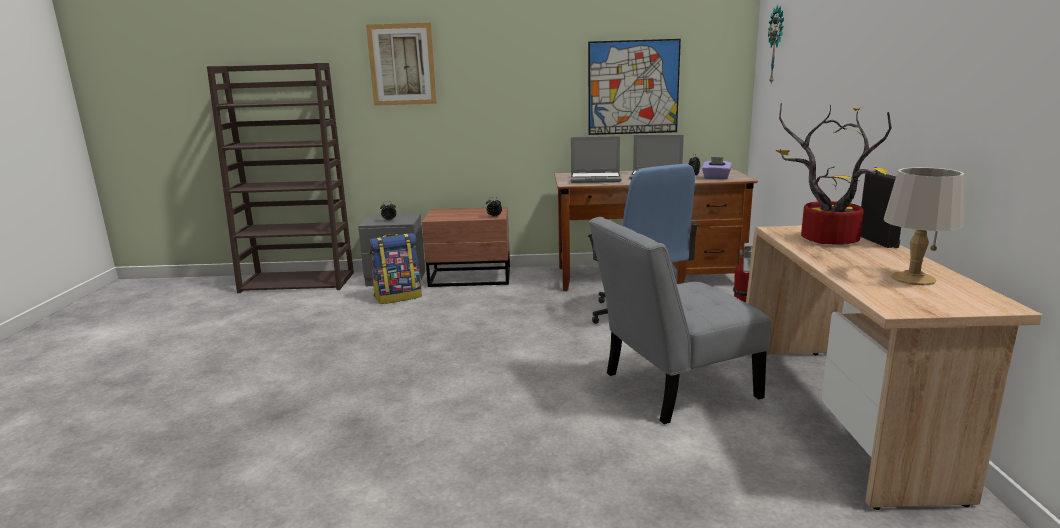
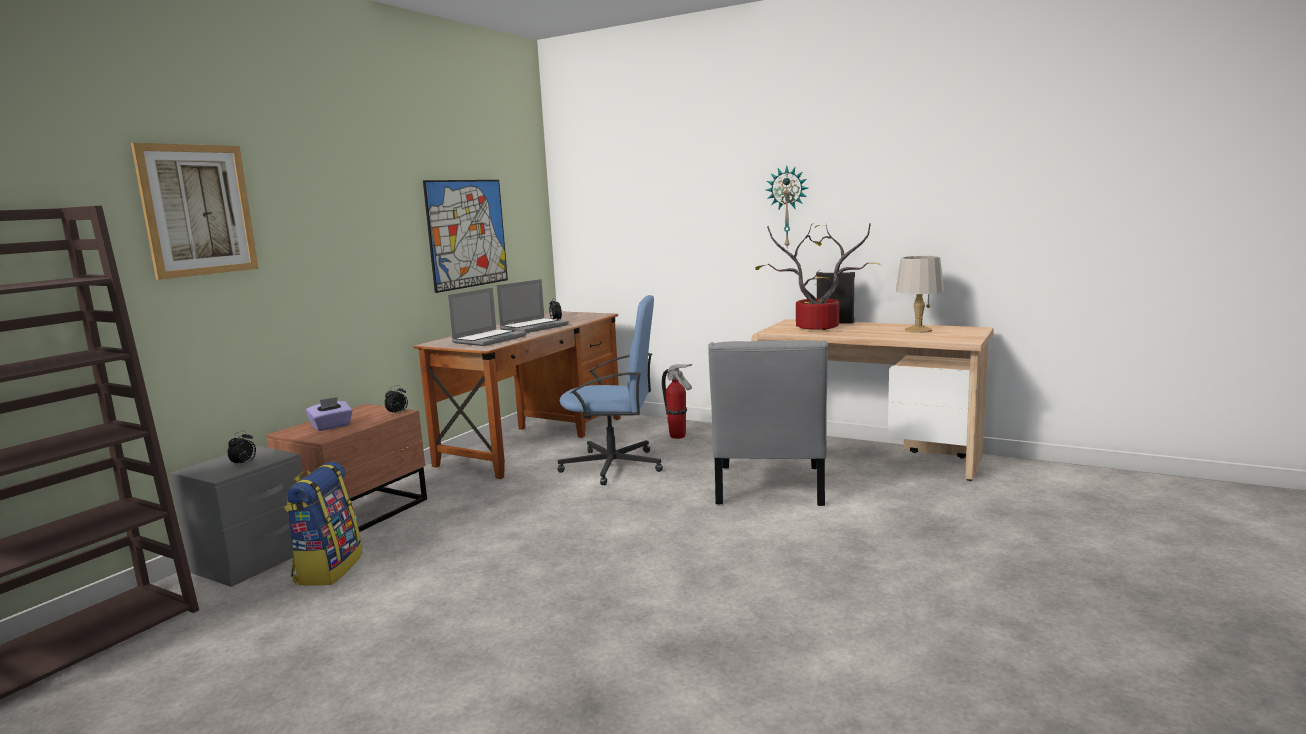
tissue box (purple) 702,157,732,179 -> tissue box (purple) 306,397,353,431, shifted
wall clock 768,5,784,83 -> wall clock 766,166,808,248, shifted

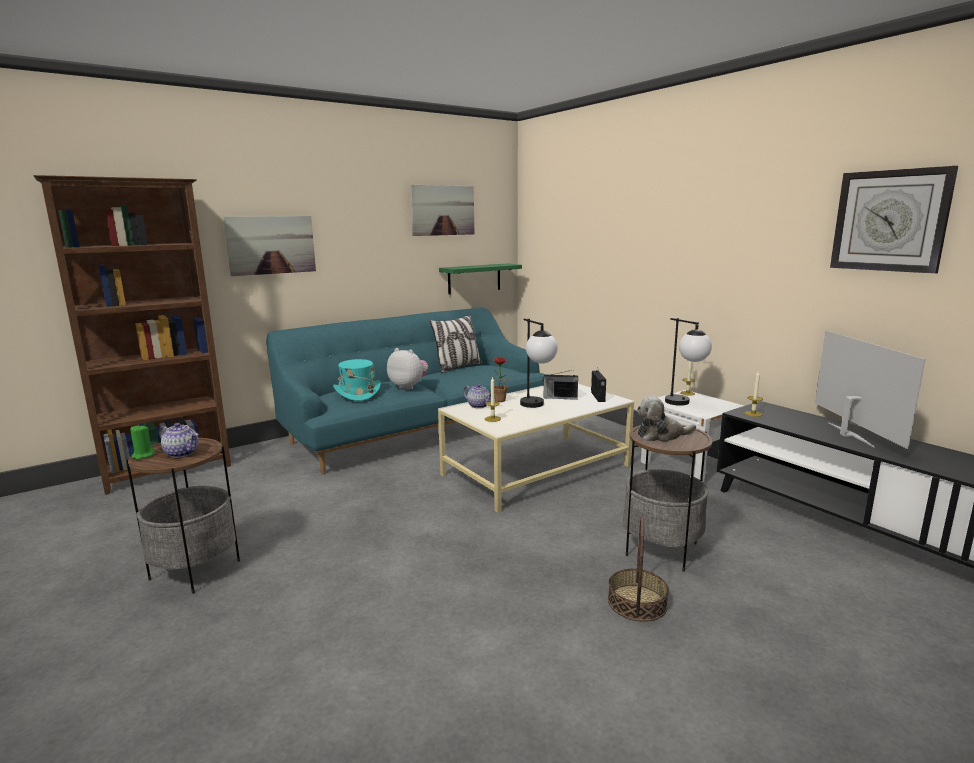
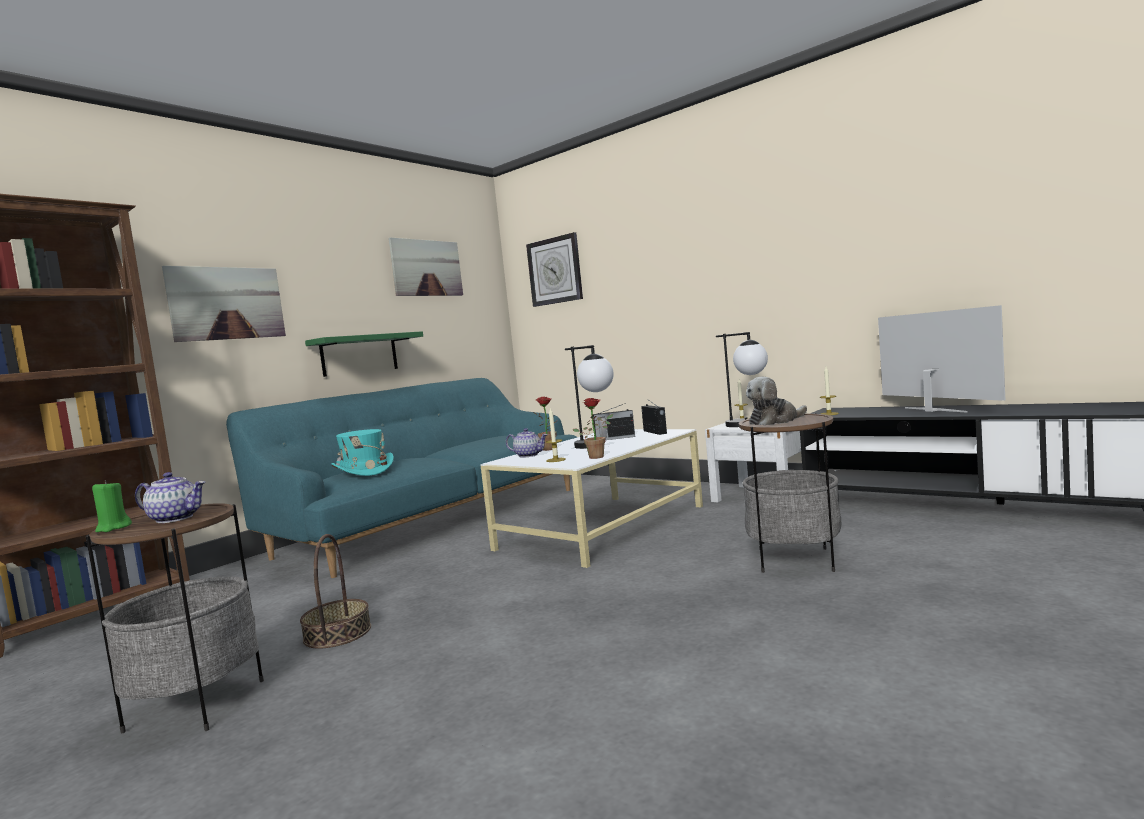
plush toy 387,348,428,390 -> none
pillow 430,315,482,373 -> none
none -> potted plant 572,398,613,459
shelf (green) 439,263,522,294 -> shelf (green) 305,331,423,377, shifted
basket 608,518,669,622 -> basket 300,534,371,649, shifted
wall clock 830,166,958,274 -> wall clock 526,232,583,307, shifted

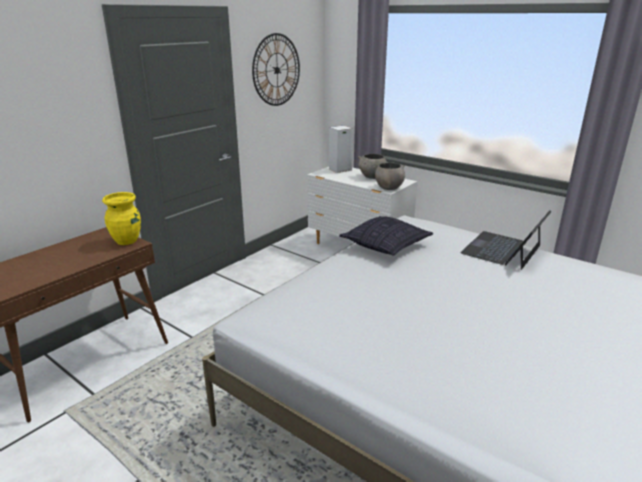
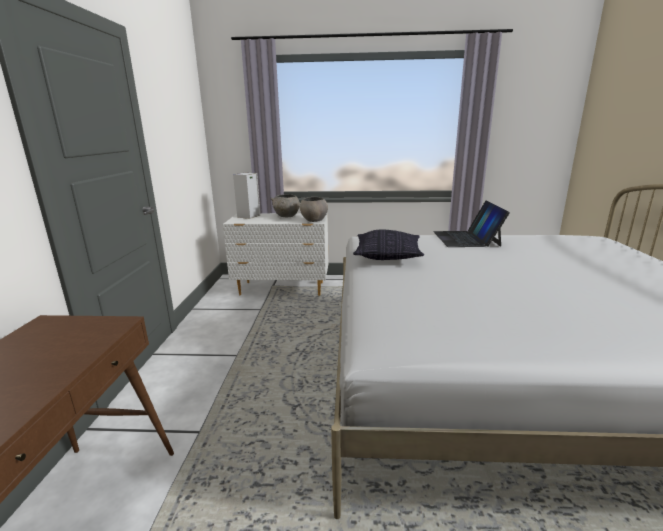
vase (yellow) 102,192,141,245 -> none
wall clock 252,33,300,106 -> none

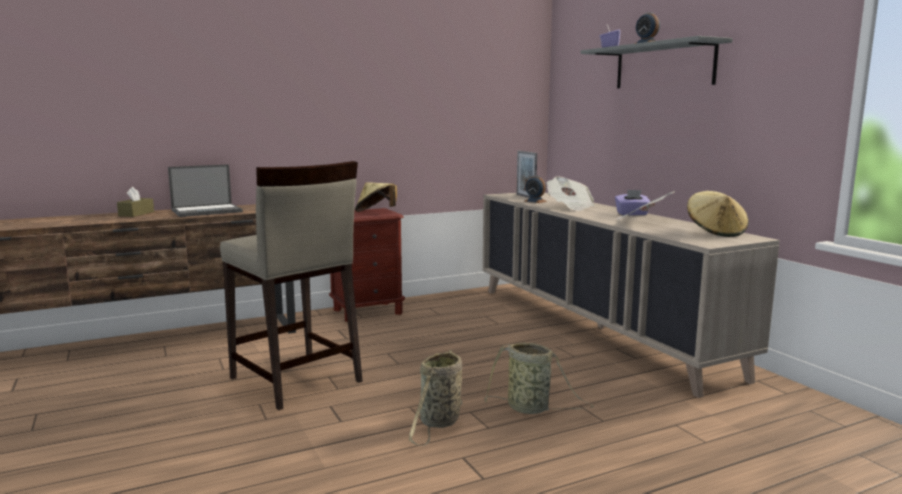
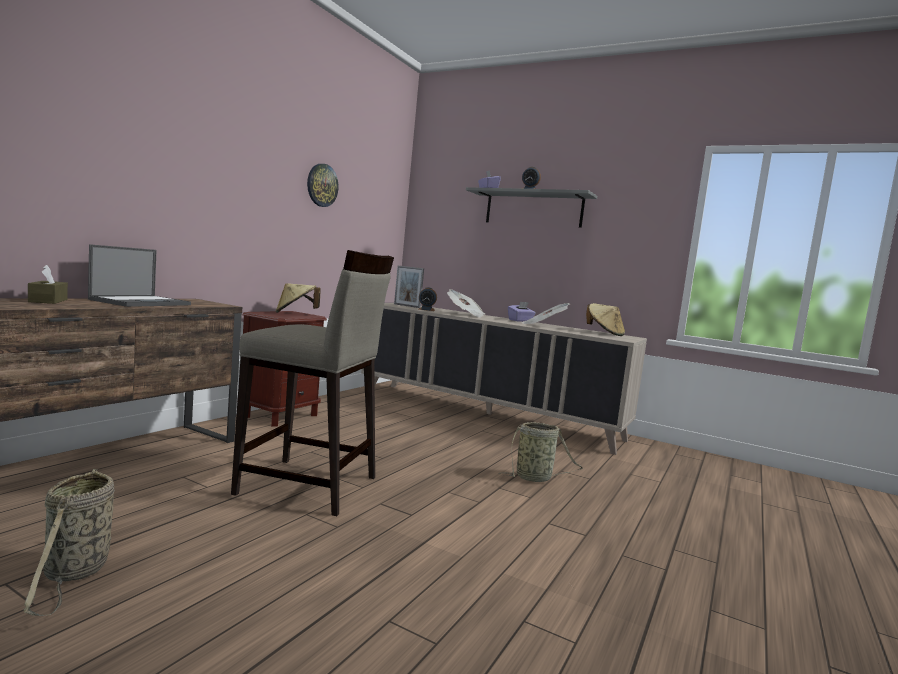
none -> wall clock 307,164,339,207
basket 409,350,462,446 -> basket 24,469,115,616, shifted

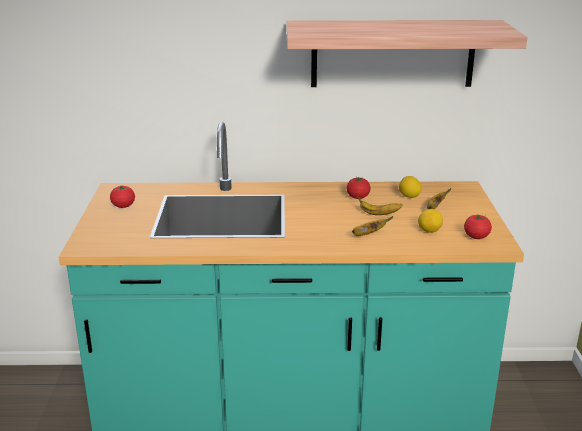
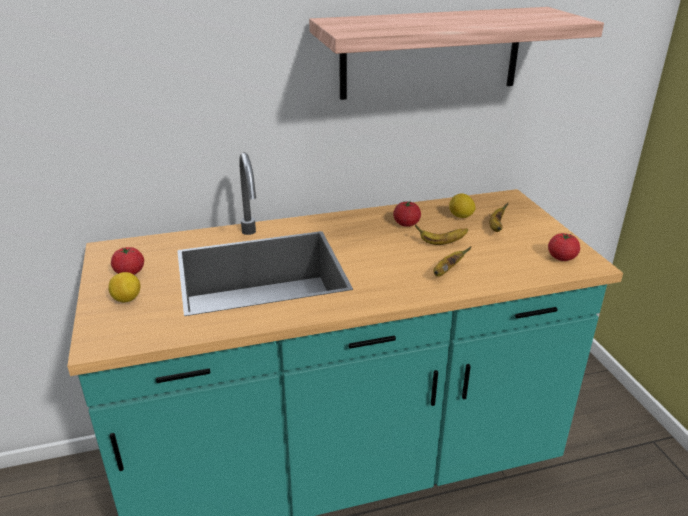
lemon 418,209,443,233 -> lemon 108,272,140,302, shifted

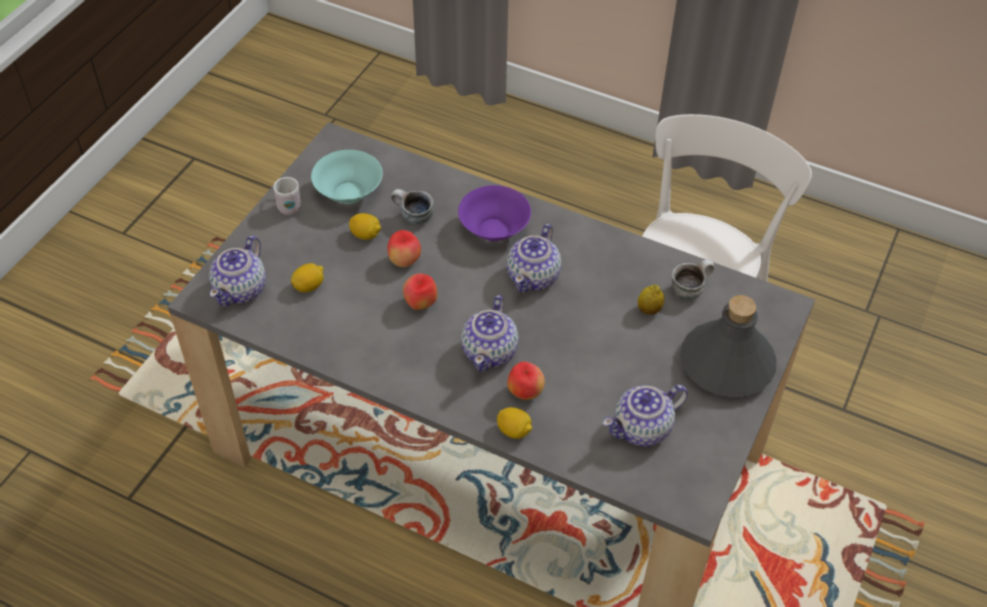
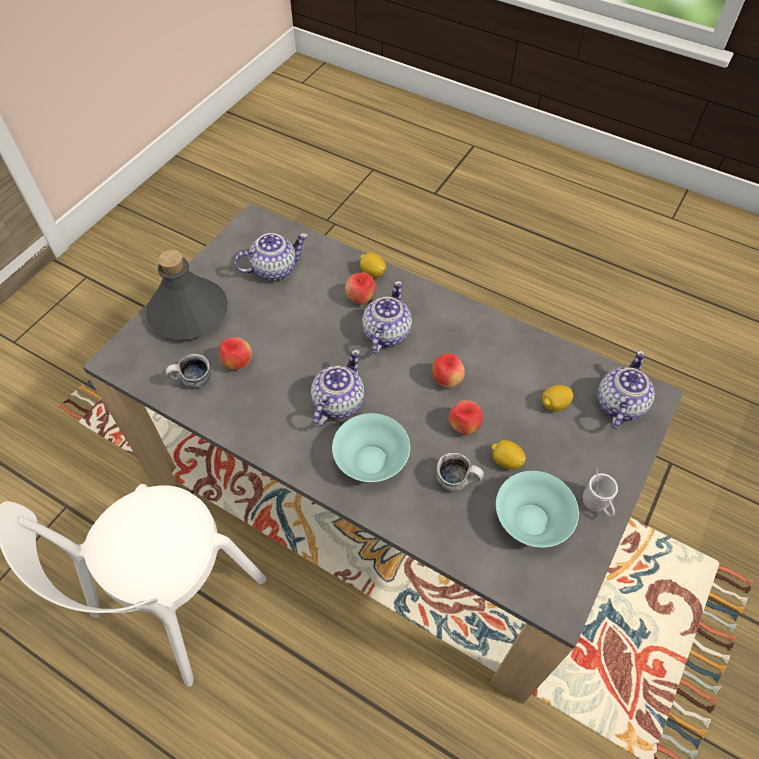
lemon 638,285,664,315 -> apple 220,337,252,370
bowl (purple) 458,185,531,241 -> bowl (turquoise) 332,413,410,482

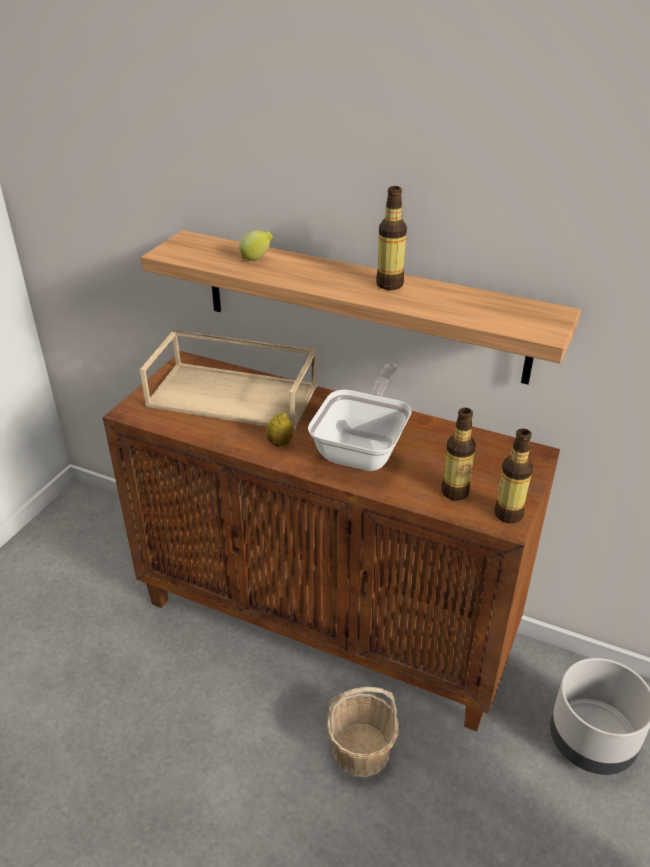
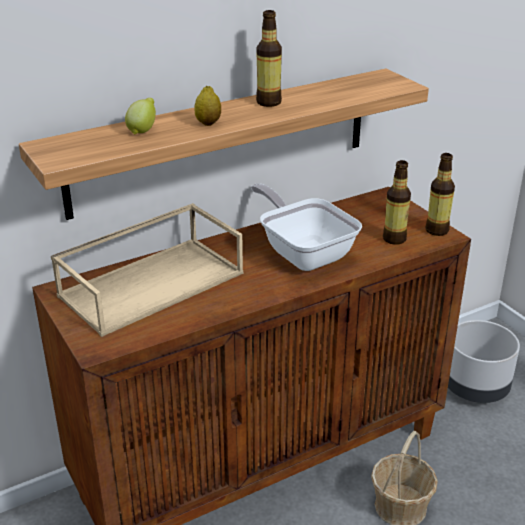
lemon 266,412,293,447 -> lemon 194,86,221,126, shifted

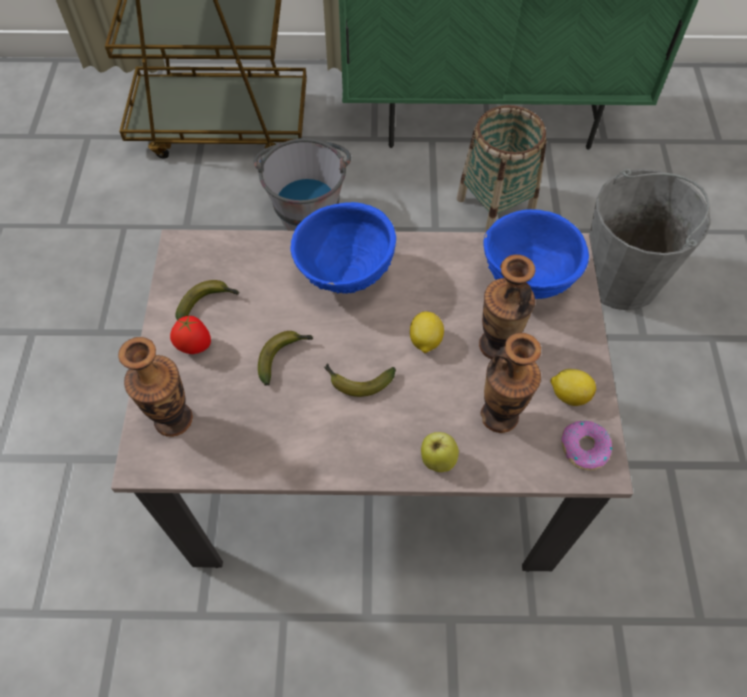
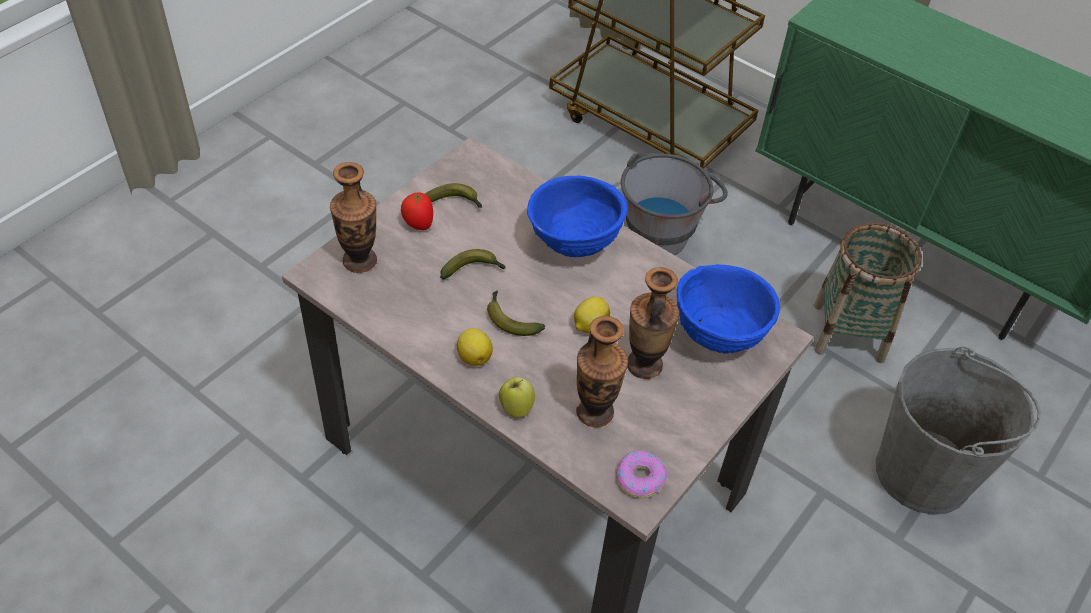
lemon 550,369,596,406 -> lemon 457,328,493,366, shifted

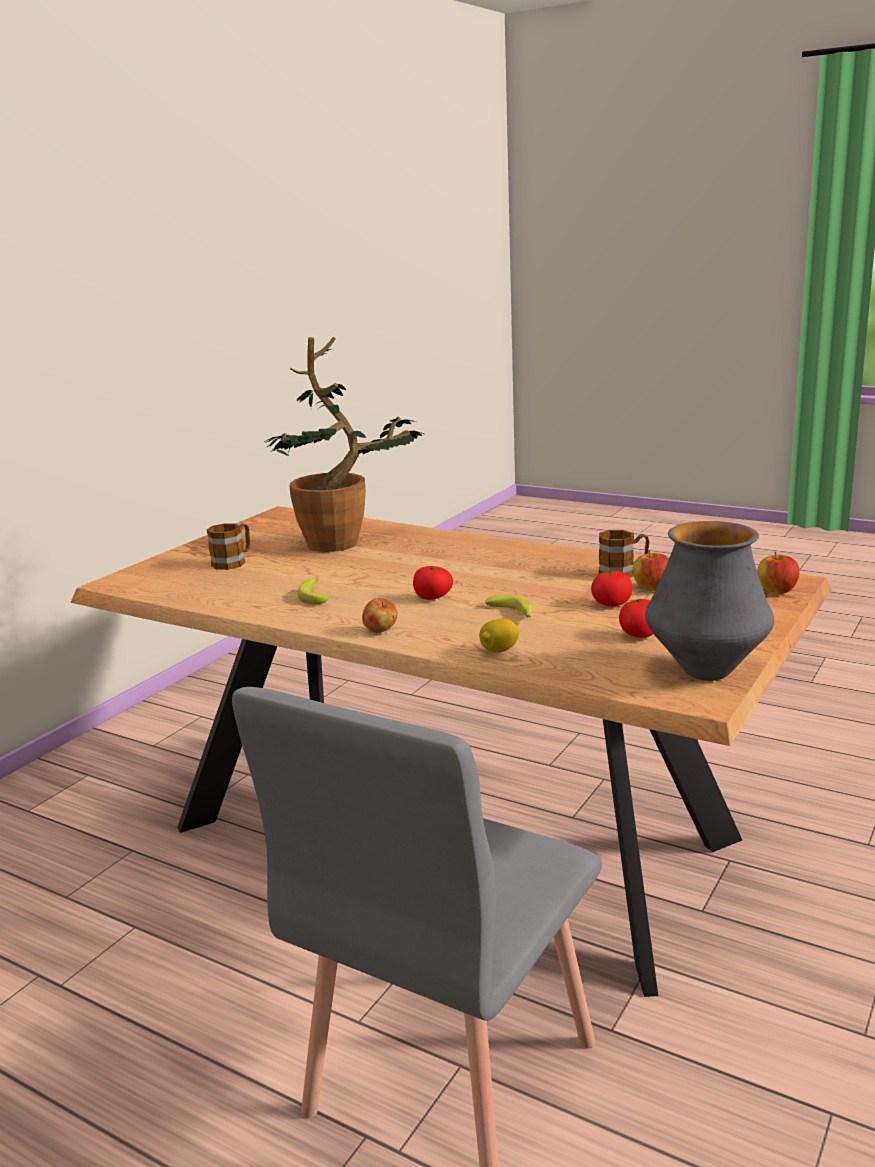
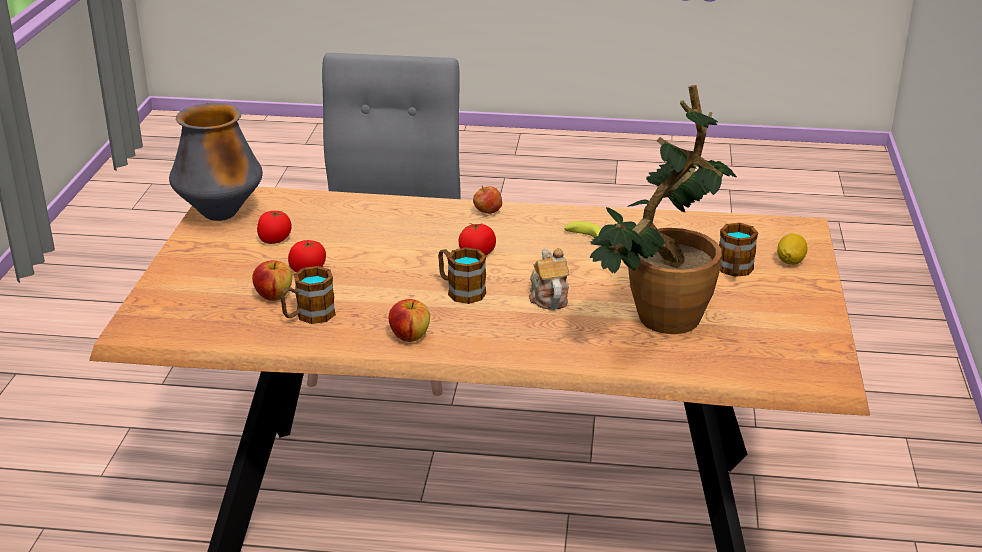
banana 485,594,532,618 -> none
none -> mug 438,247,486,304
none -> teapot 529,248,569,310
lemon 479,619,519,653 -> lemon 777,234,807,265, shifted
apple 757,552,800,594 -> apple 389,299,430,342, shifted

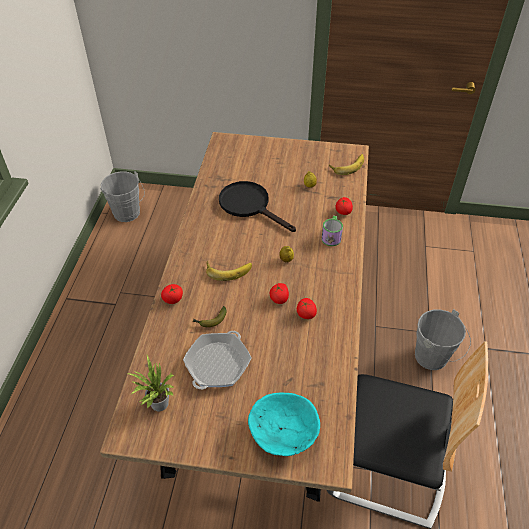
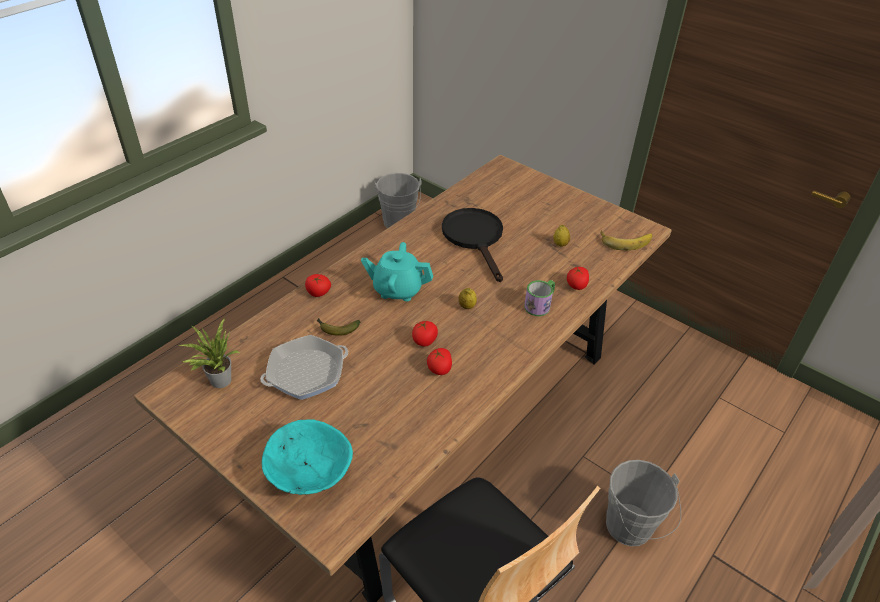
banana 206,261,252,281 -> teapot (turquoise) 361,242,433,301

